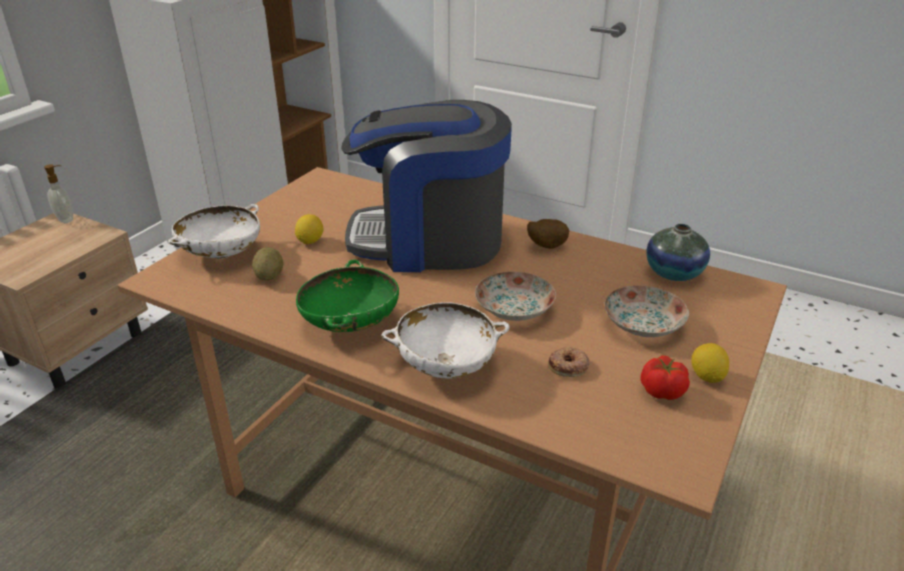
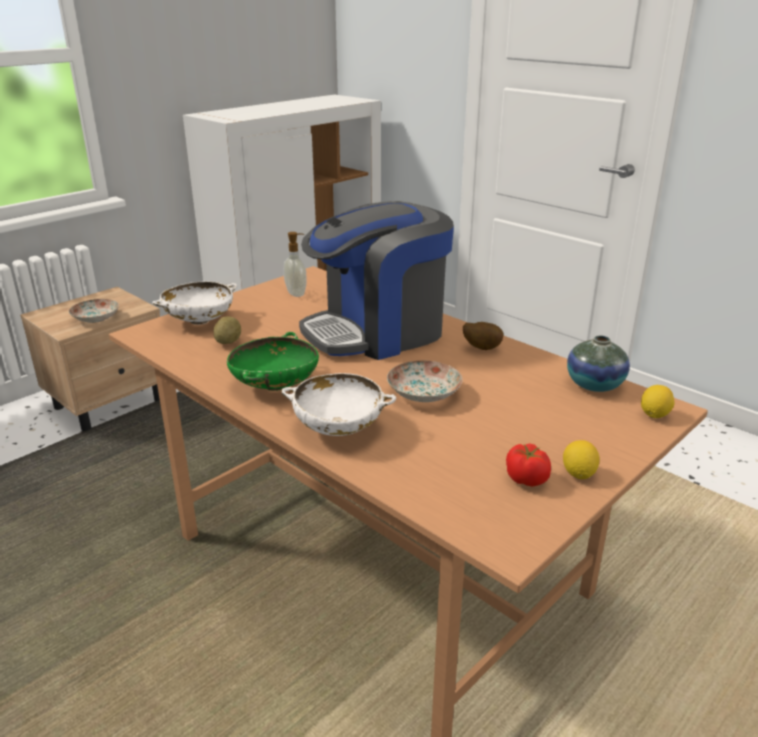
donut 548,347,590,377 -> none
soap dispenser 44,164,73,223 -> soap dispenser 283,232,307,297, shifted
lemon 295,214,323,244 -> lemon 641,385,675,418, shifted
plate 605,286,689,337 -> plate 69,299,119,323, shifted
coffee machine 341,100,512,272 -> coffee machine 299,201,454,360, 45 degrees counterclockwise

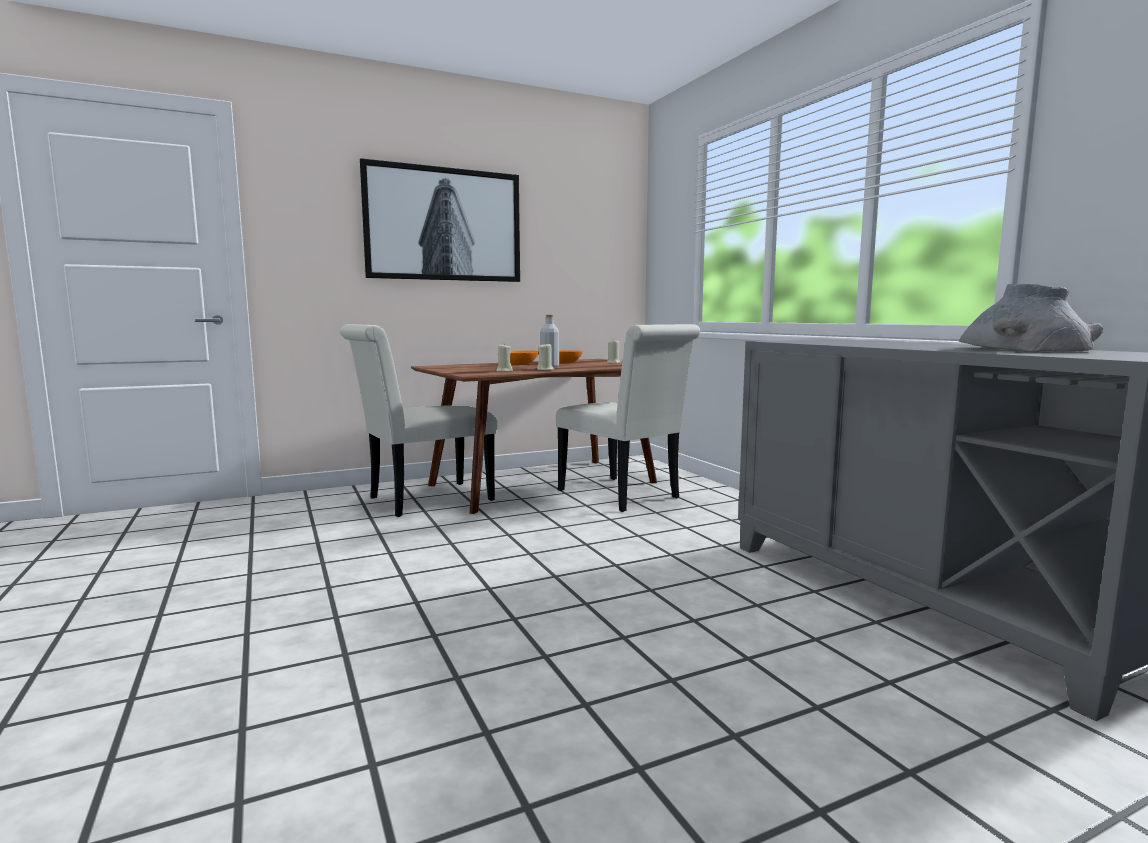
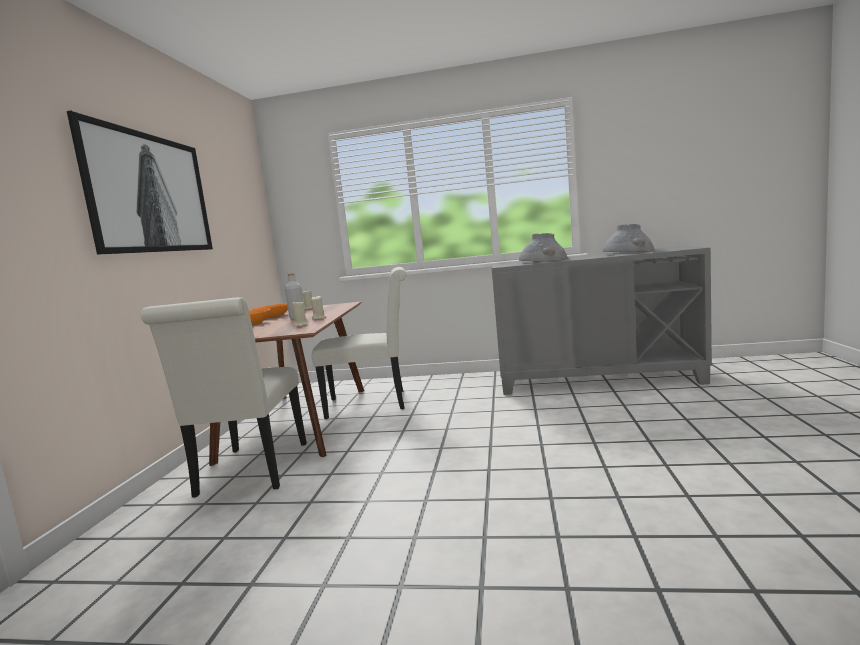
none -> vase (grey) 519,233,568,261

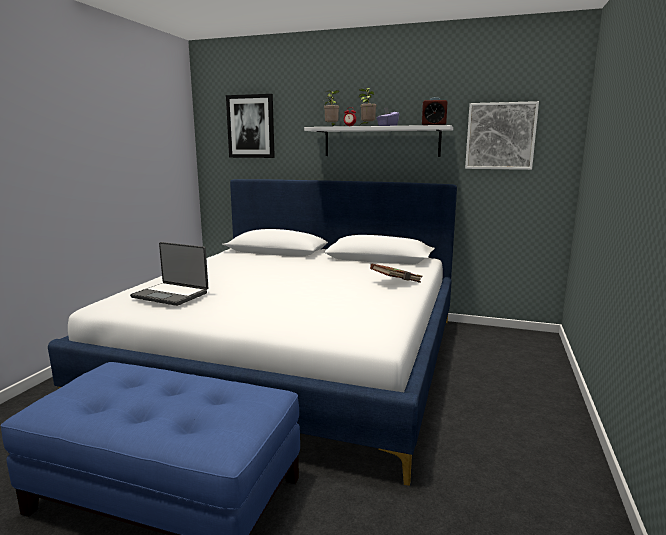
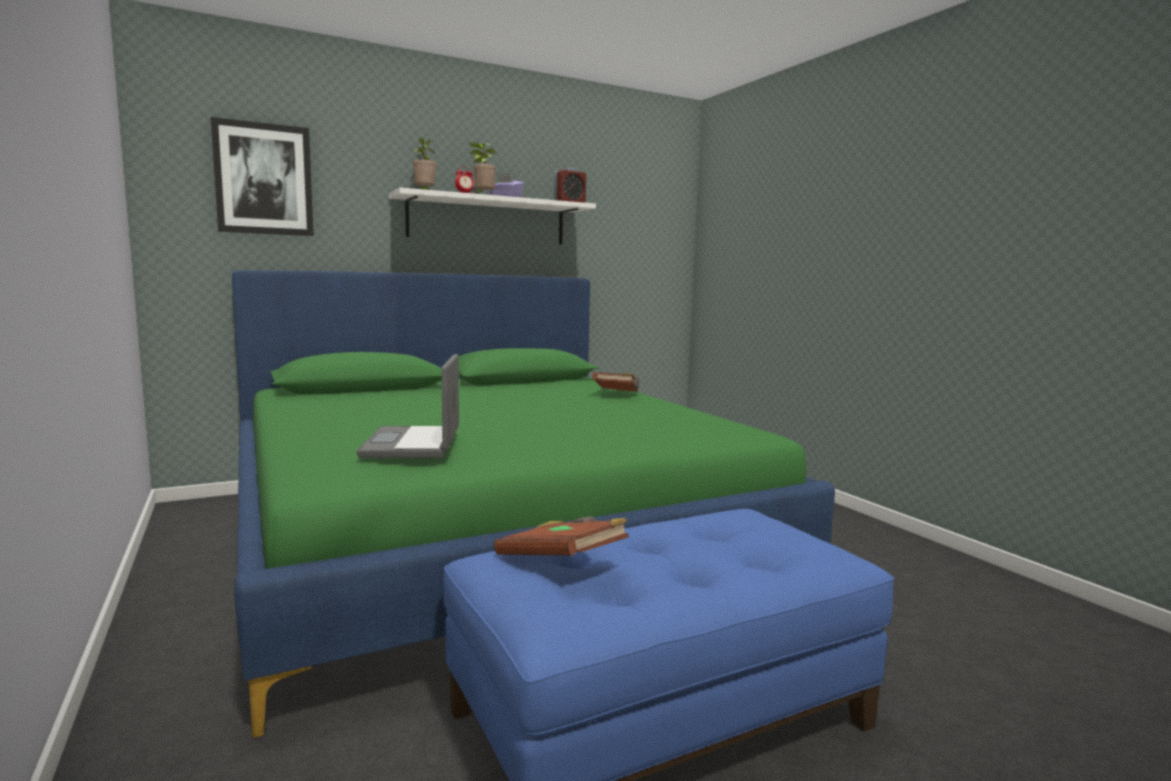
picture 465,101,539,170 -> none
none -> book (brown) 494,517,629,556
bed (white) 48,179,457,486 -> bed (green) 232,270,835,738
laptop 130,242,208,306 -> laptop 356,354,459,458, 105 degrees clockwise

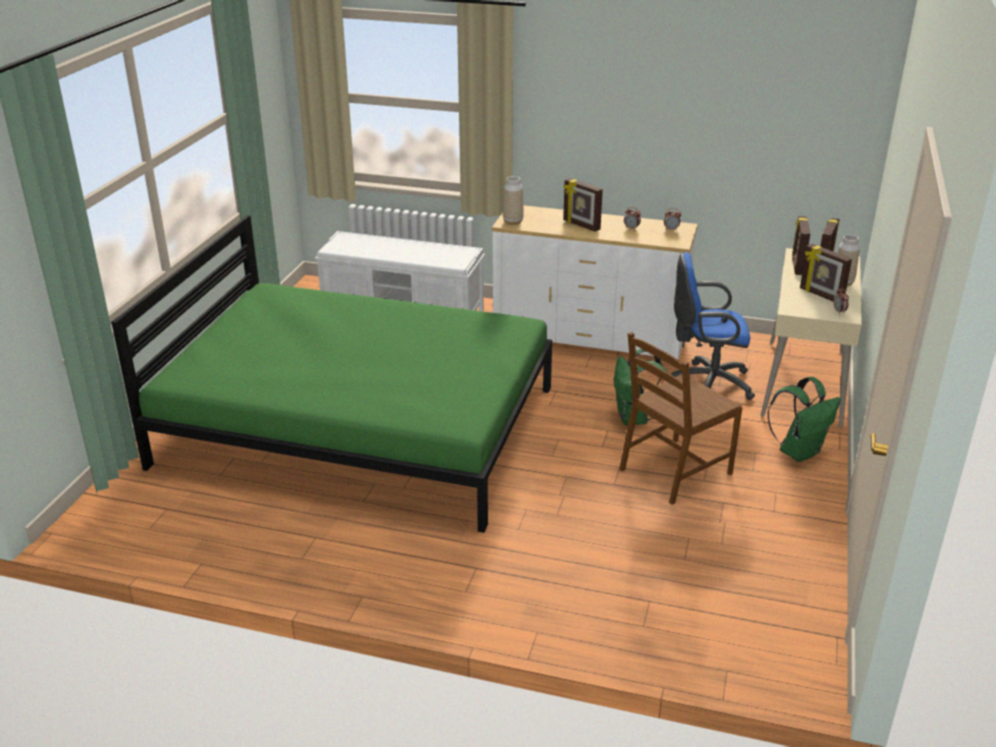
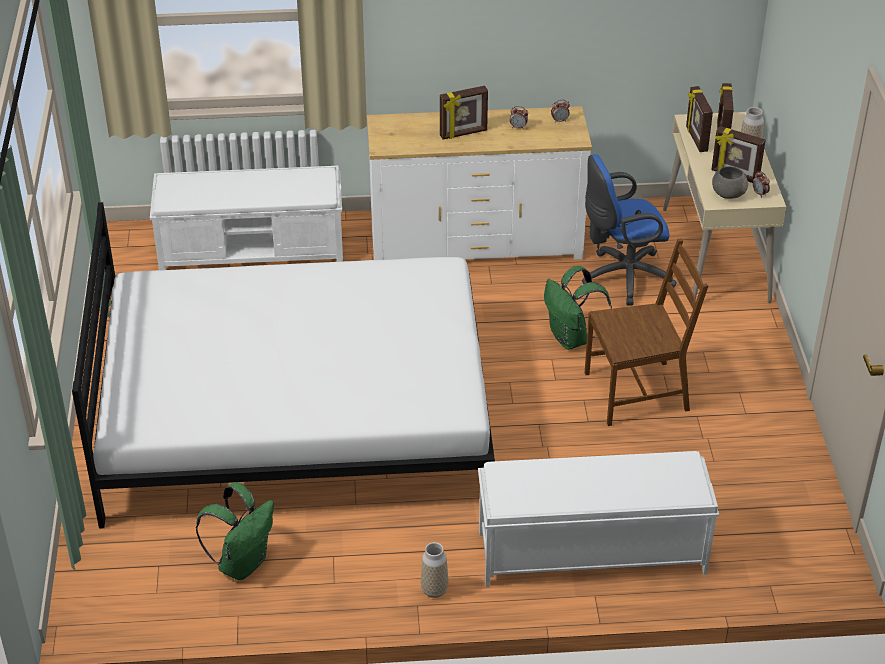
none -> bench (white) 478,451,719,587
none -> bowl (grey) 712,166,748,199
vase 503,176,524,225 -> vase 421,542,448,598, shifted
backpack (green) 767,377,841,462 -> backpack (green) 196,482,274,580, shifted
bed (green) 111,215,552,533 -> bed (white) 72,202,495,529
picture frame 563,178,603,232 -> picture frame 440,86,488,139, 45 degrees counterclockwise
chair (brown) 619,332,742,505 -> chair (brown) 585,238,708,426, 135 degrees counterclockwise

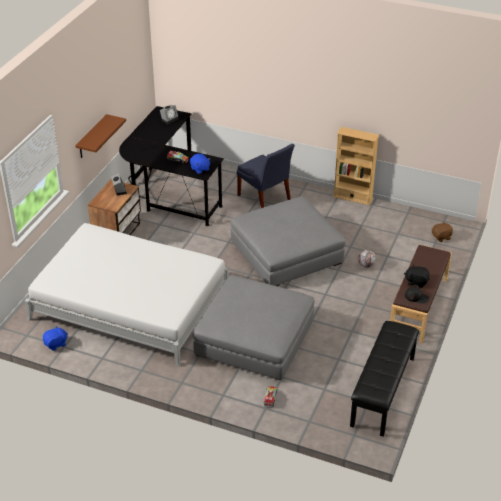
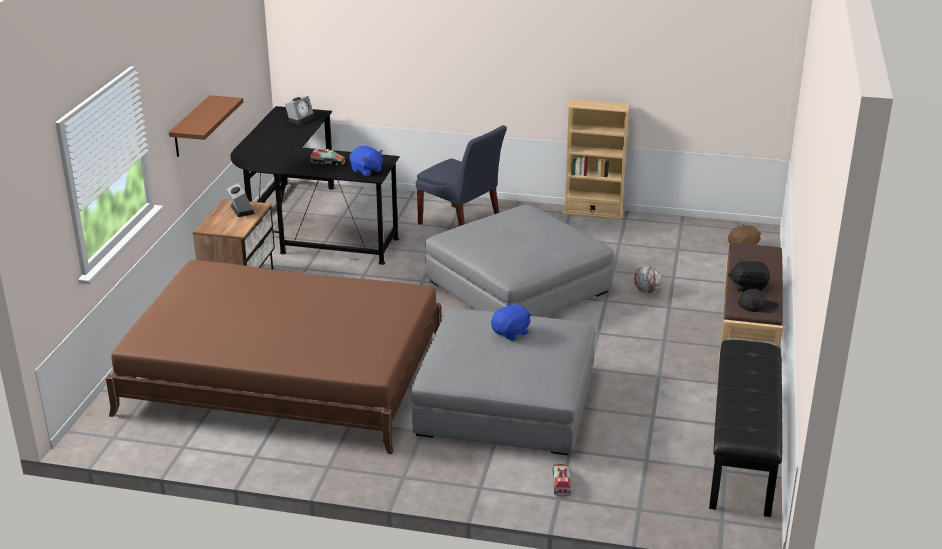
plush toy (blue) 43,326,68,351 -> plush toy (blue) 491,303,531,341, shifted
bed (white) 25,223,229,366 -> bed (brown) 106,260,441,454

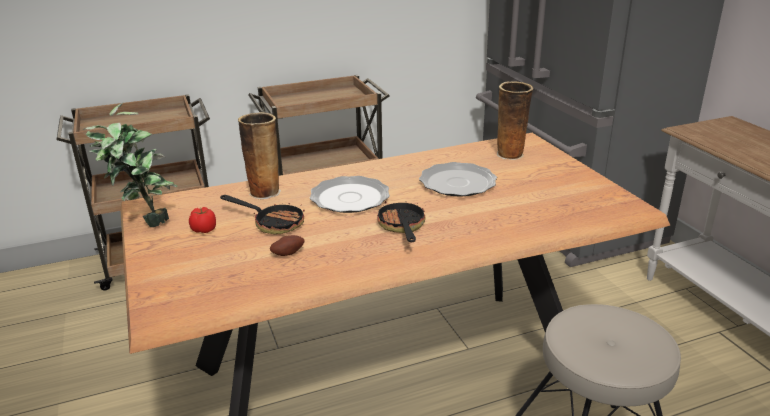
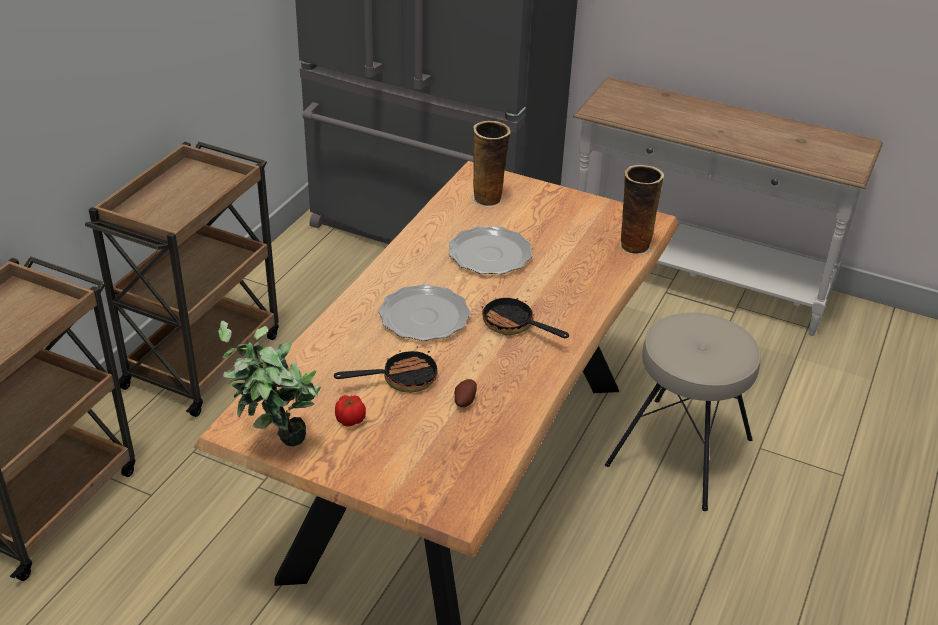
vase 238,112,281,199 -> vase 619,165,664,255, shifted

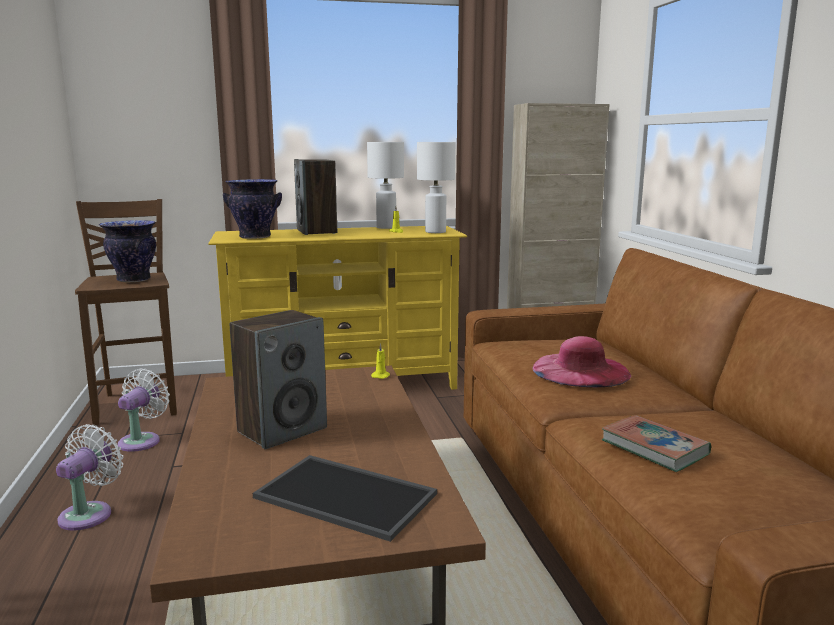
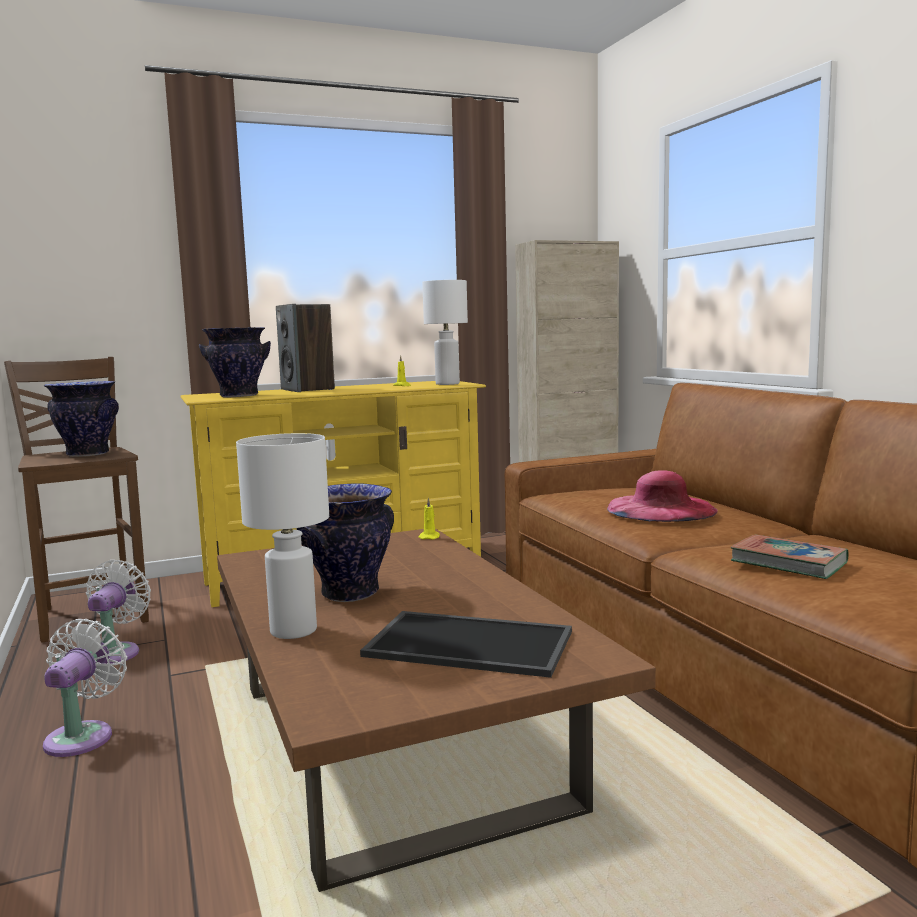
table lamp (white) 367,142,404,229 -> table lamp (white) 236,433,329,639, shifted
speaker 230,310,327,449 -> vase 296,483,394,602

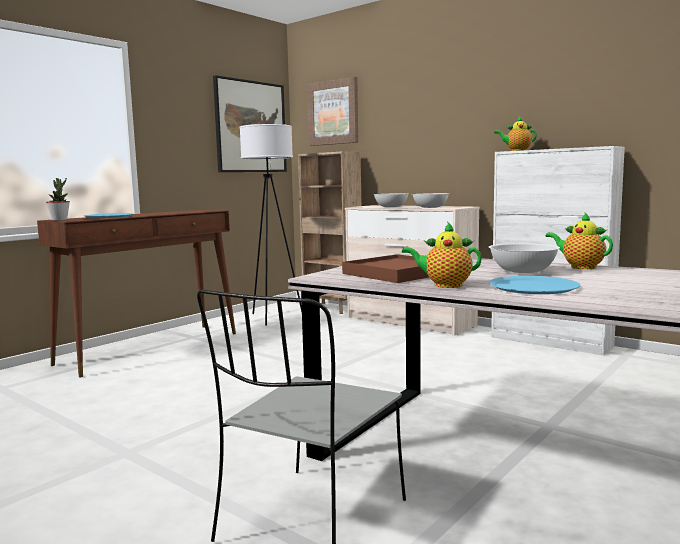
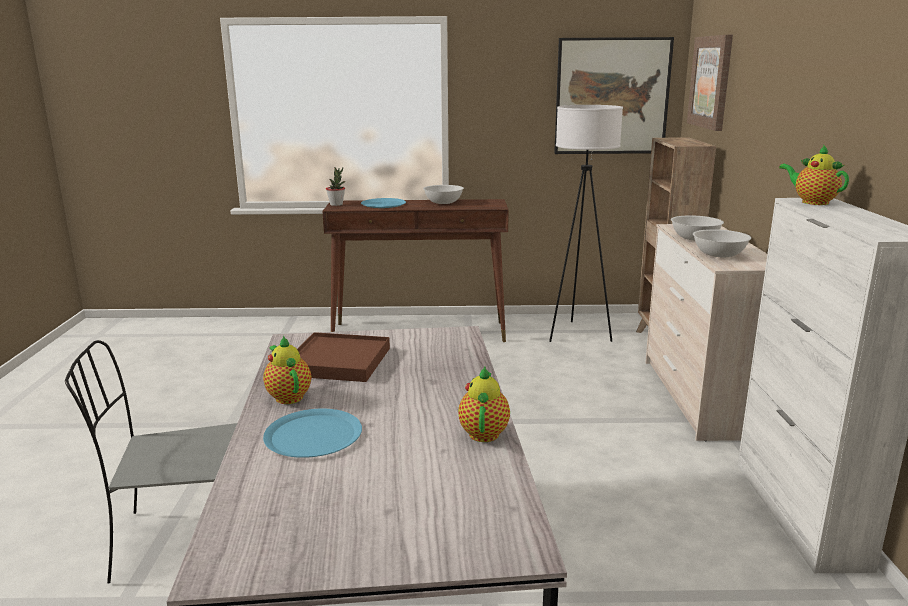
bowl (white) 489,243,560,273 -> bowl (white) 423,185,464,204, shifted

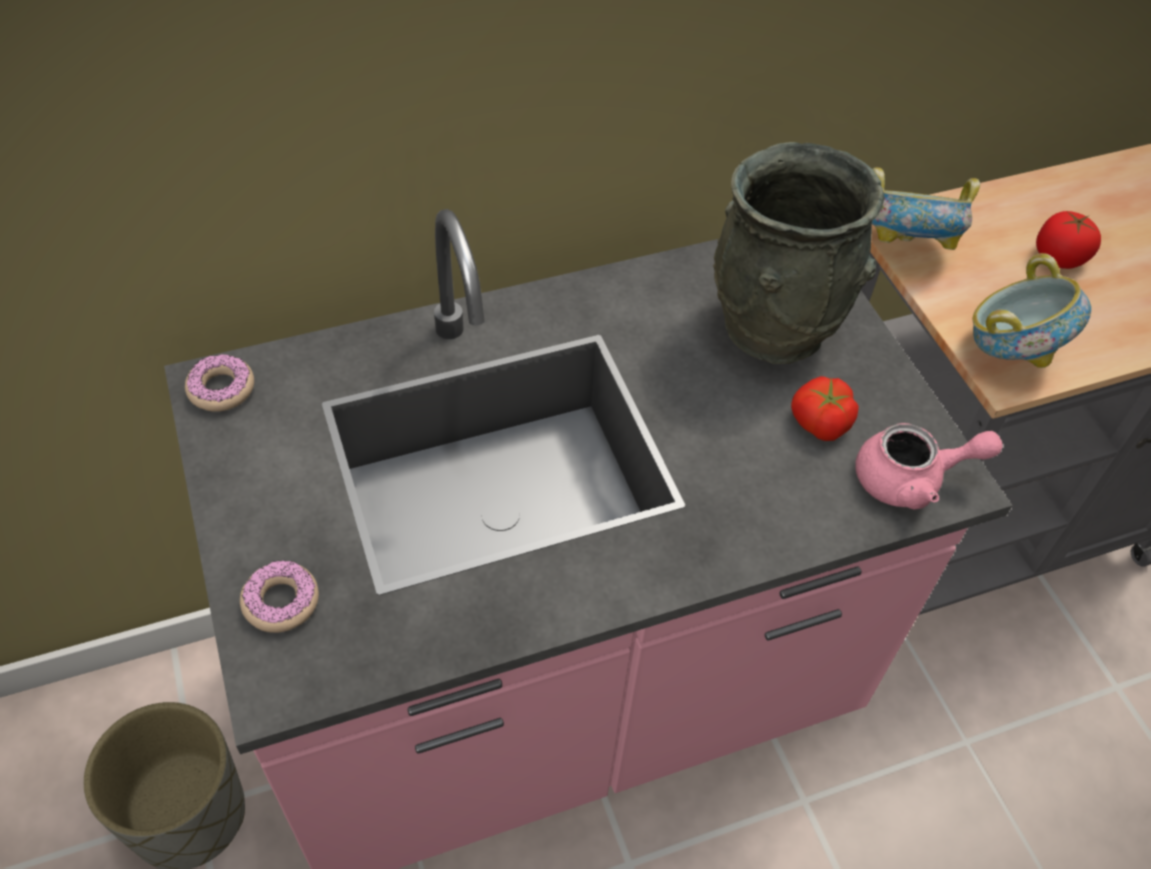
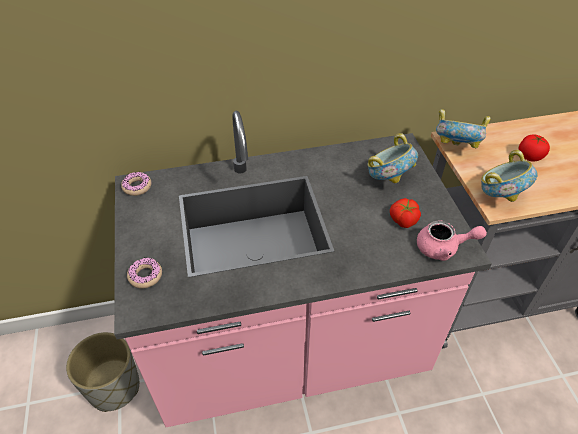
vase (grey) 713,142,885,364 -> bowl 367,133,418,183

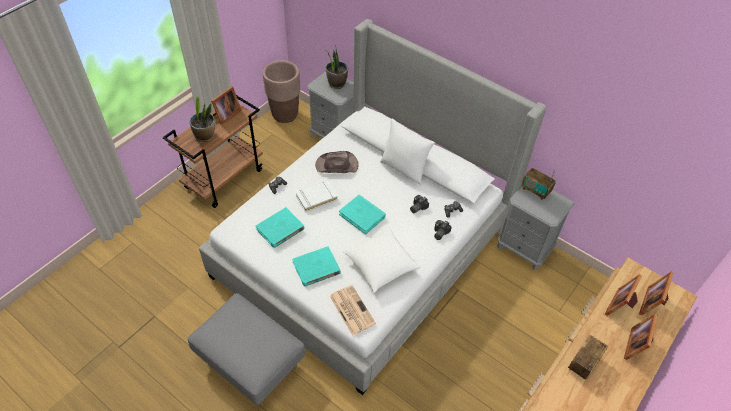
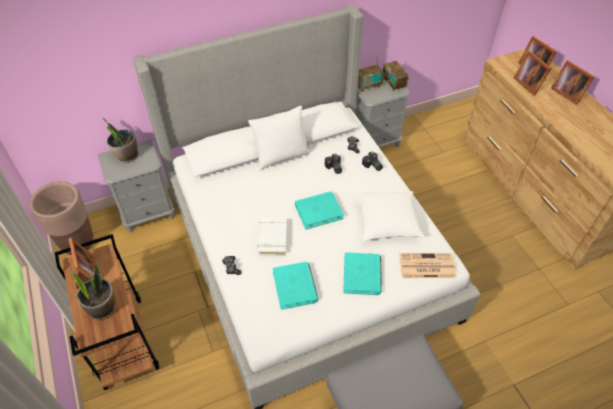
hat (brown) 315,151,359,173 -> none
radio 568,335,608,380 -> radio 383,61,408,91, shifted

